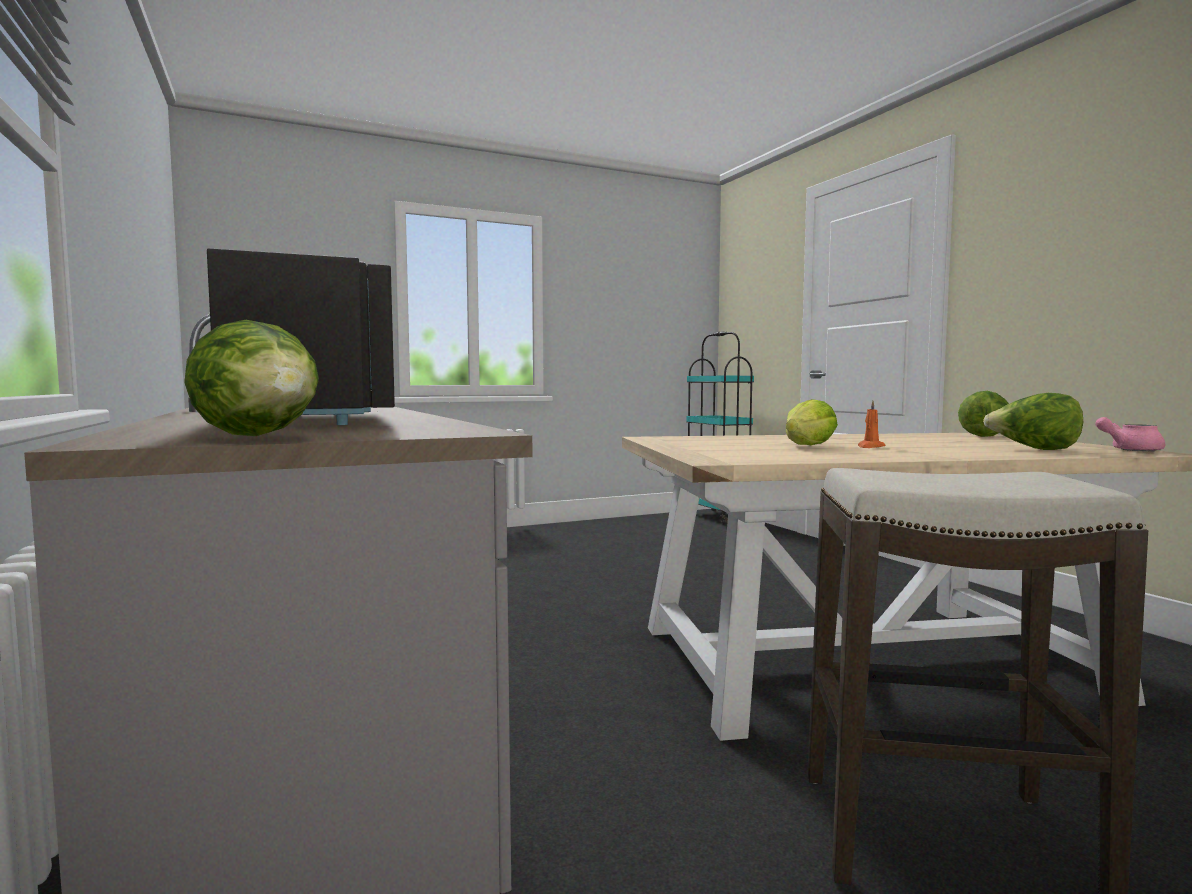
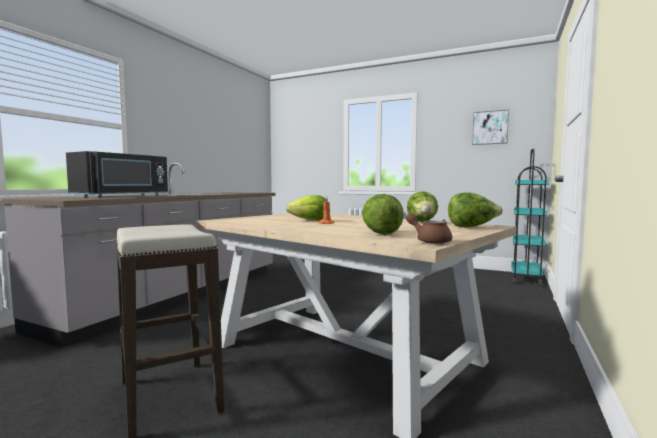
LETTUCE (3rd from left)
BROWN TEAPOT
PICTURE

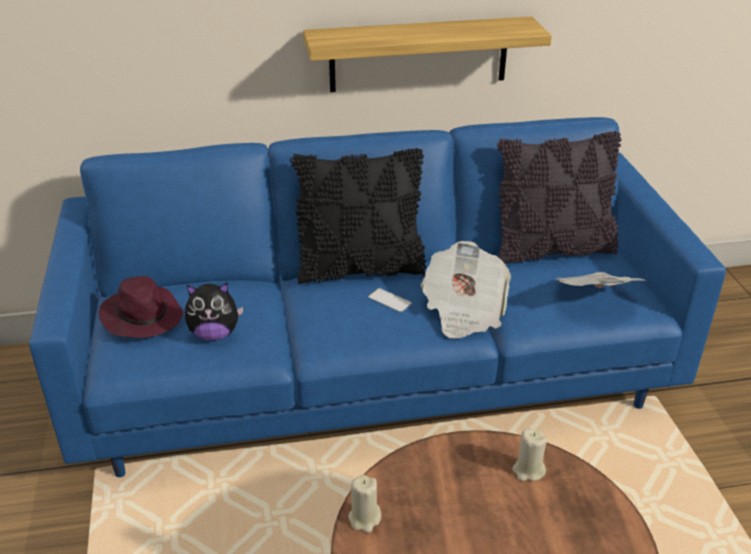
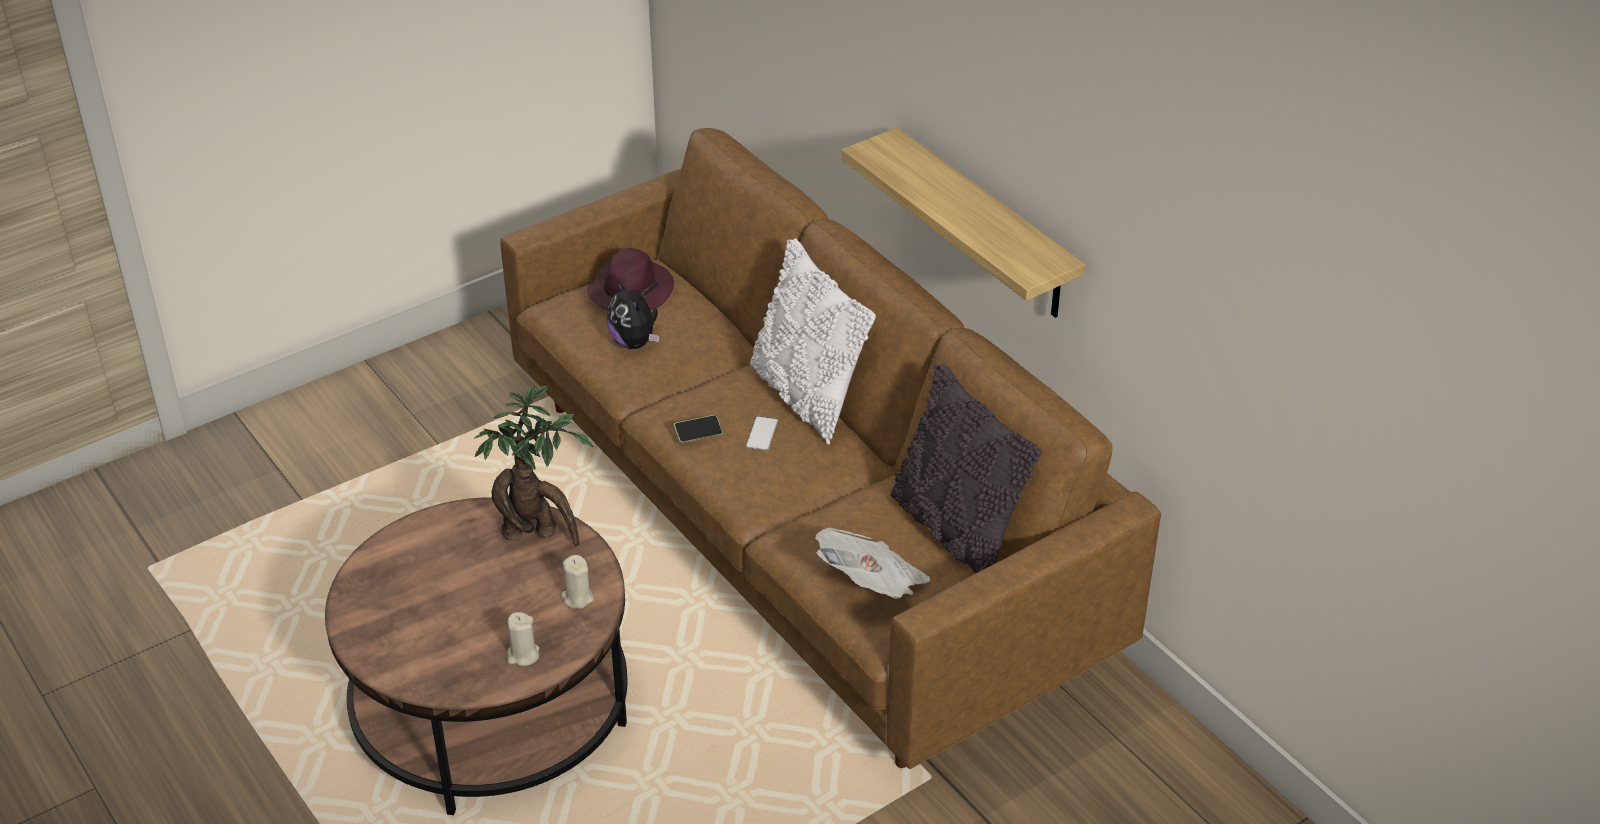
BROWN SOFA
WHITE PILLOW
BEIGE CANDLE (1st from left)
NEWSPAPER (1st from left in the first image)
POTTED PLANT
PHONE (1st from left)

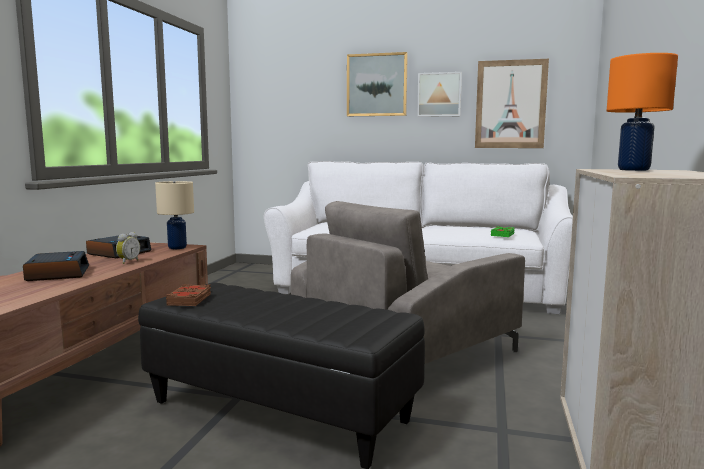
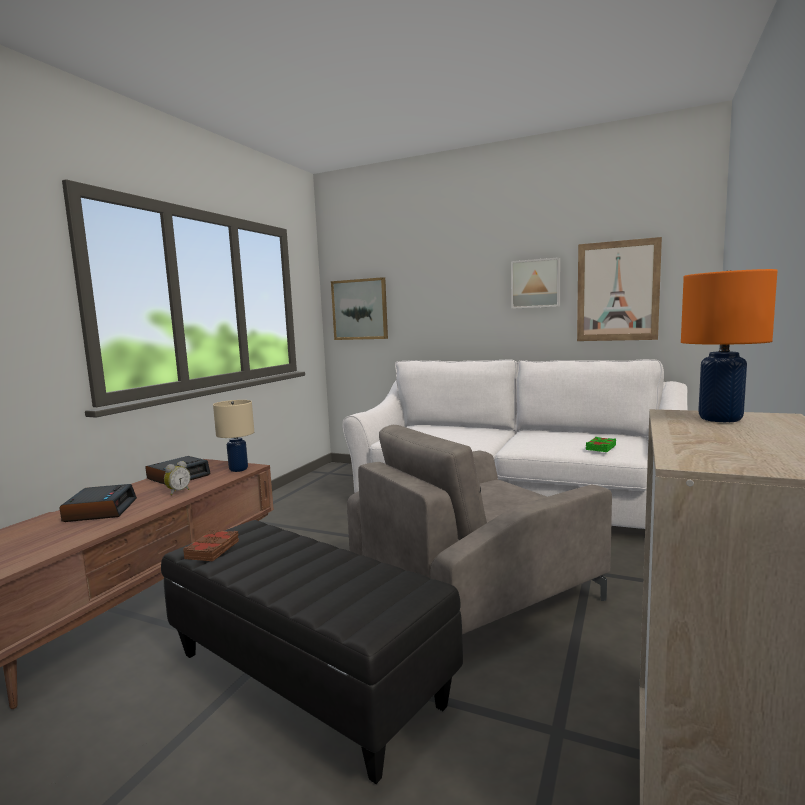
PICTURE (1st from left)

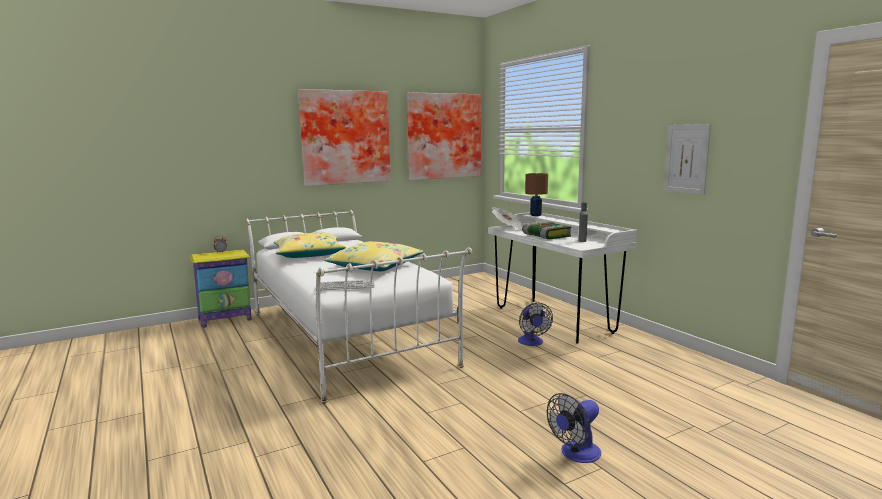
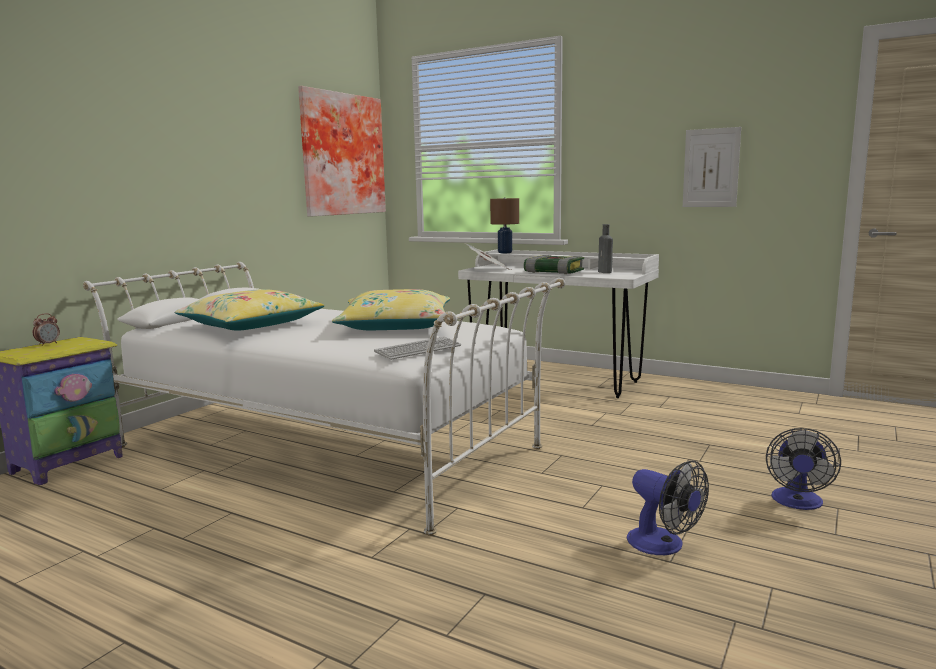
PICTURE (1st from left in the first image)
FAN (1st from left)

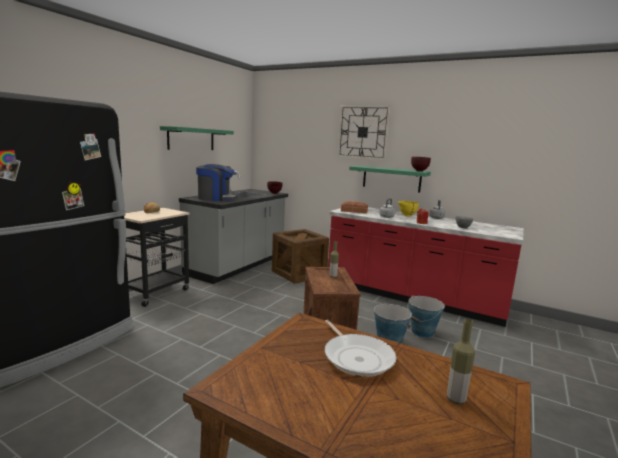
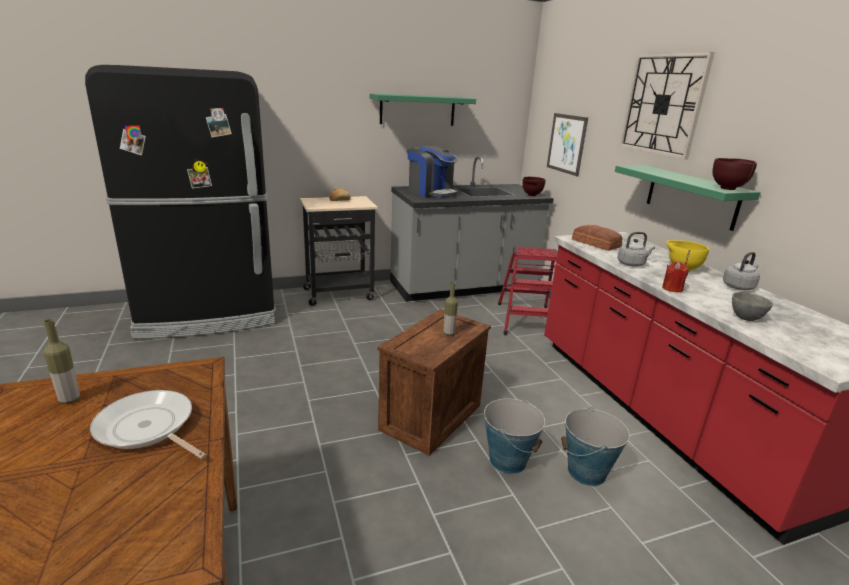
RED STEP LADDER
FRYING PAN
BOTTLE (1st from left)
PICTURE

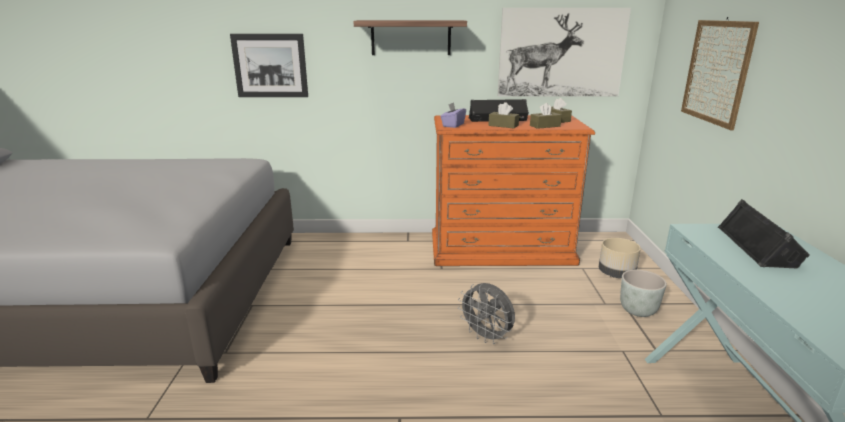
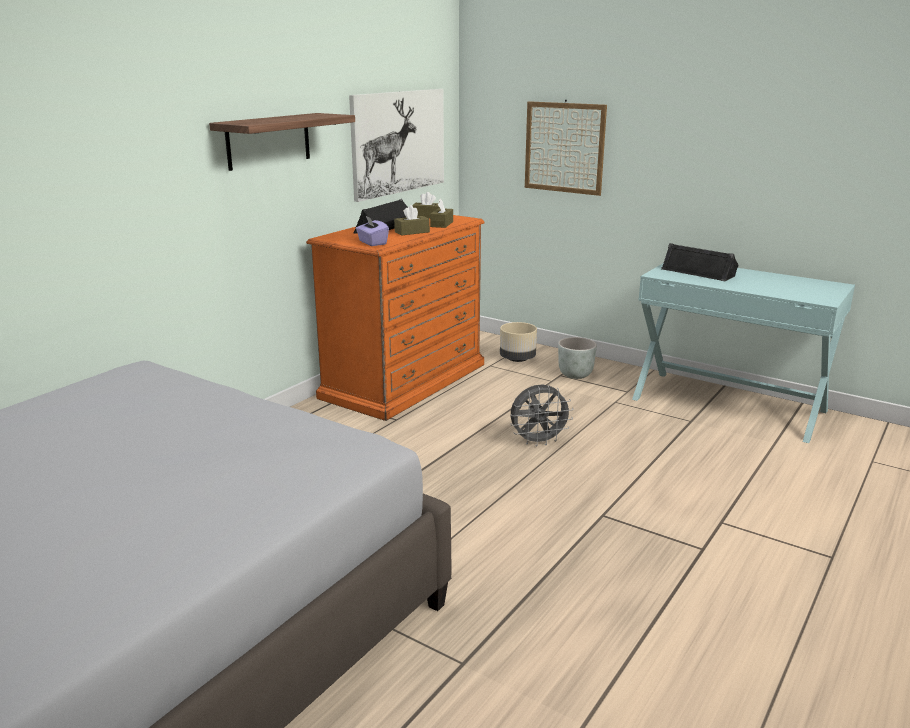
PICTURE (1st from left in the first image)

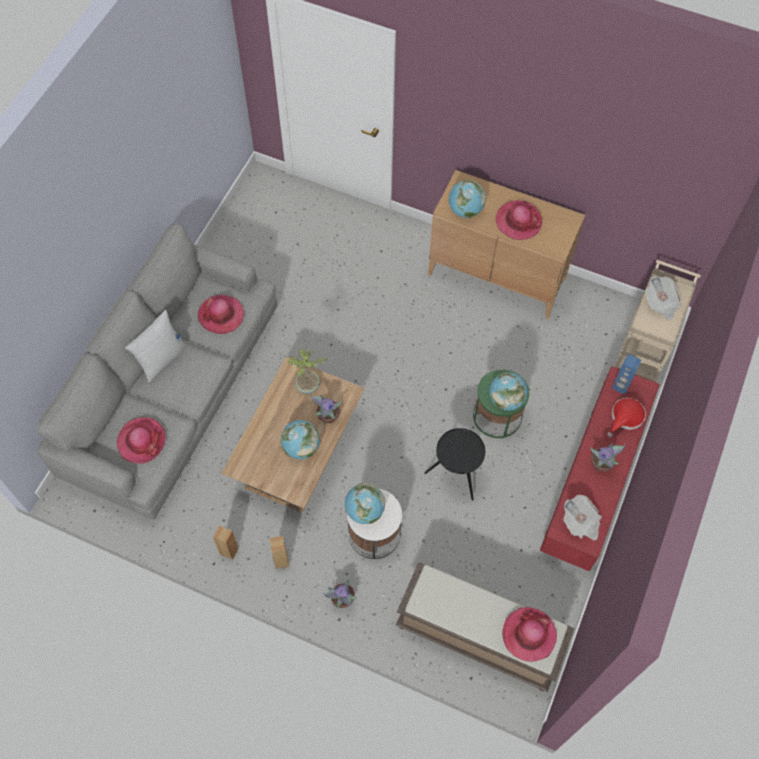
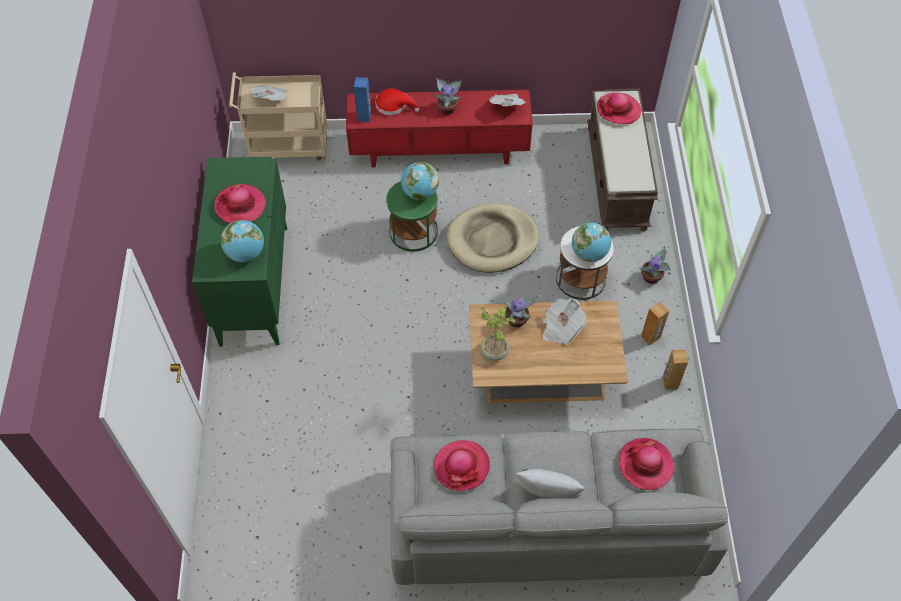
NEWSPAPER (3rd from left)
BEIGE DOG BED
GREEN CABINET

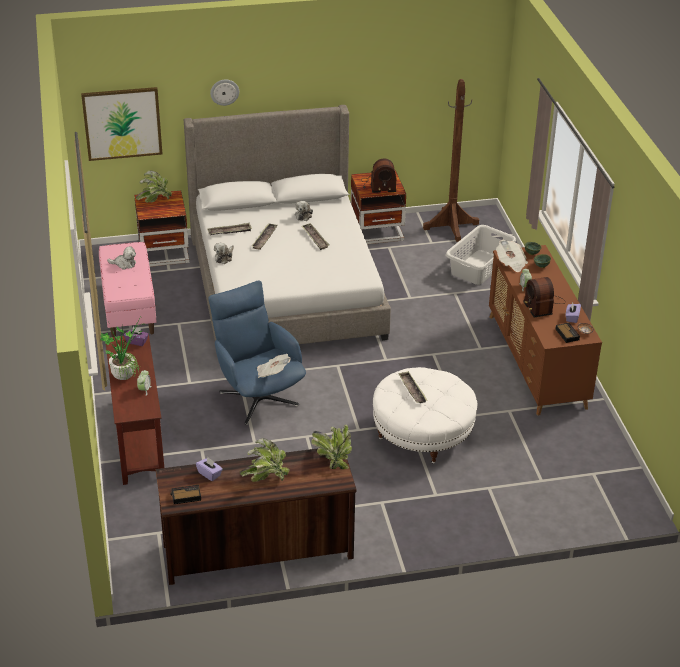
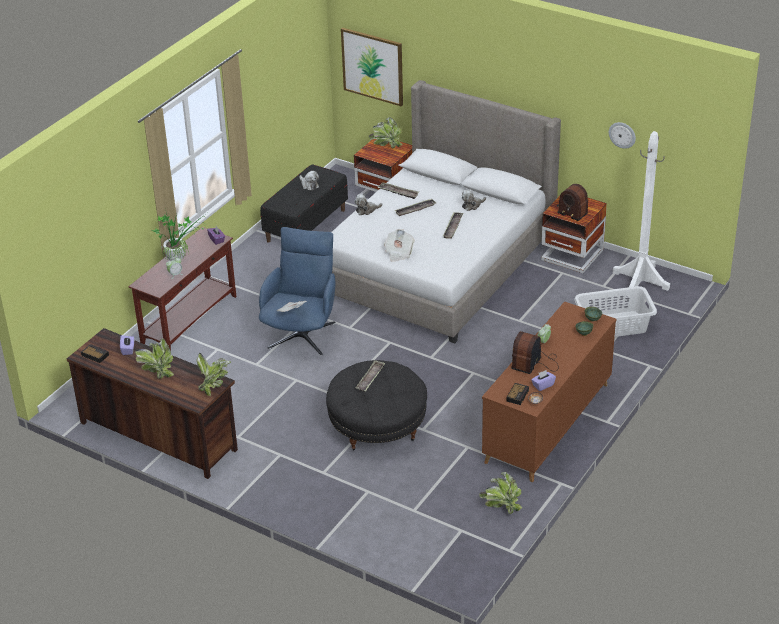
BLACK BENCH
WALL CLOCK
BLACK OTTOMAN
WHITE CLOTHES RACK
NEWSPAPER (2nd from left)
POTTED PLANT (5th from left)

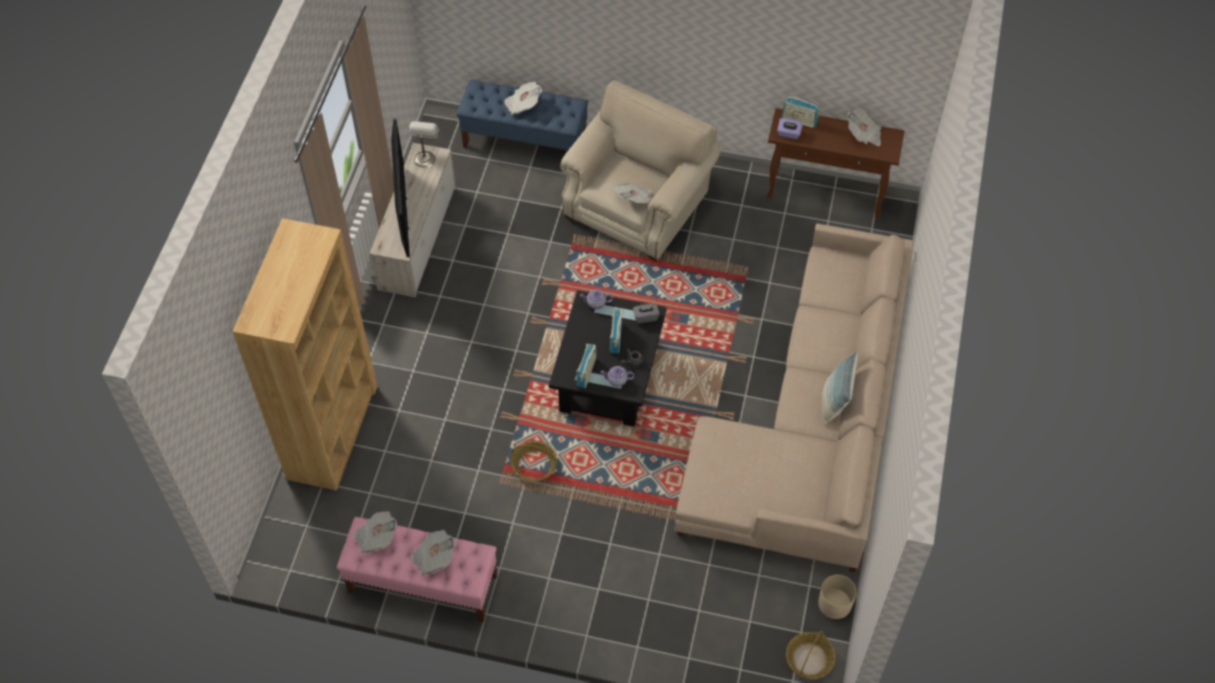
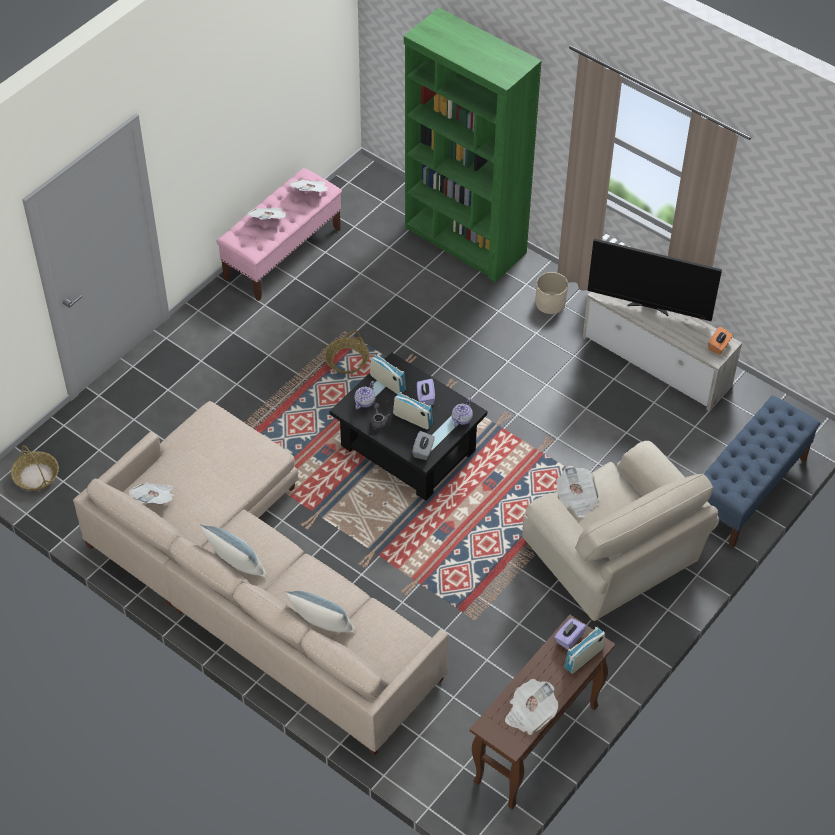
GREEN BOOKCASE
ORANGE TISSUE BOX
NEWSPAPER (1st from left)
BEIGE PLANTER
PILLOW (2nd from left)
PURPLE TISSUE BOX (1st from left)

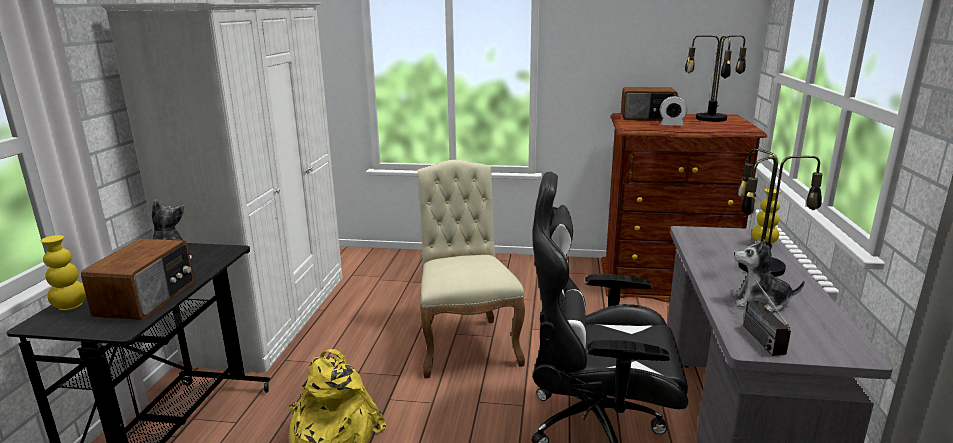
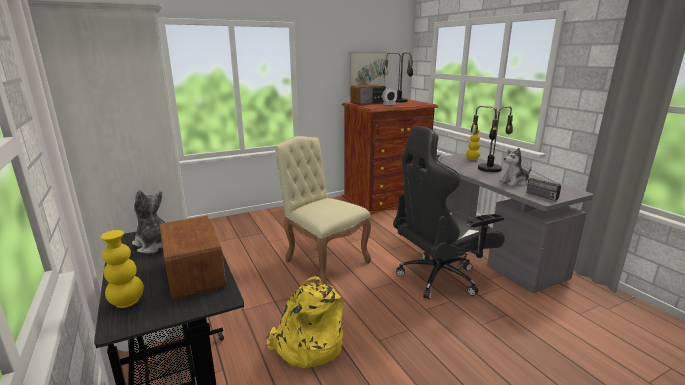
PICTURE

